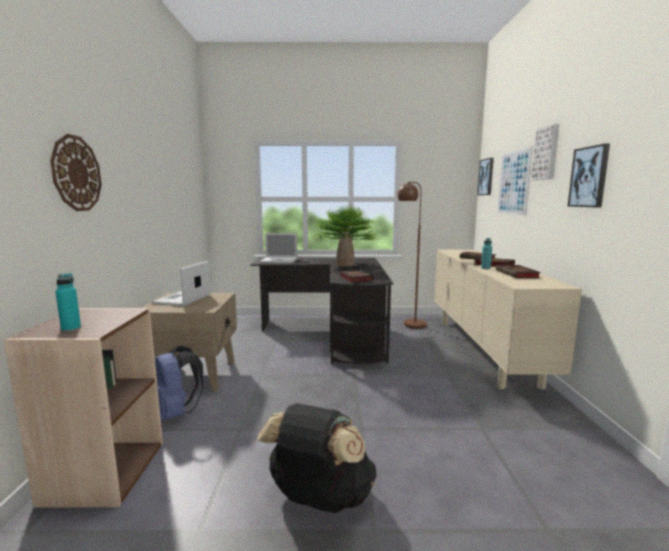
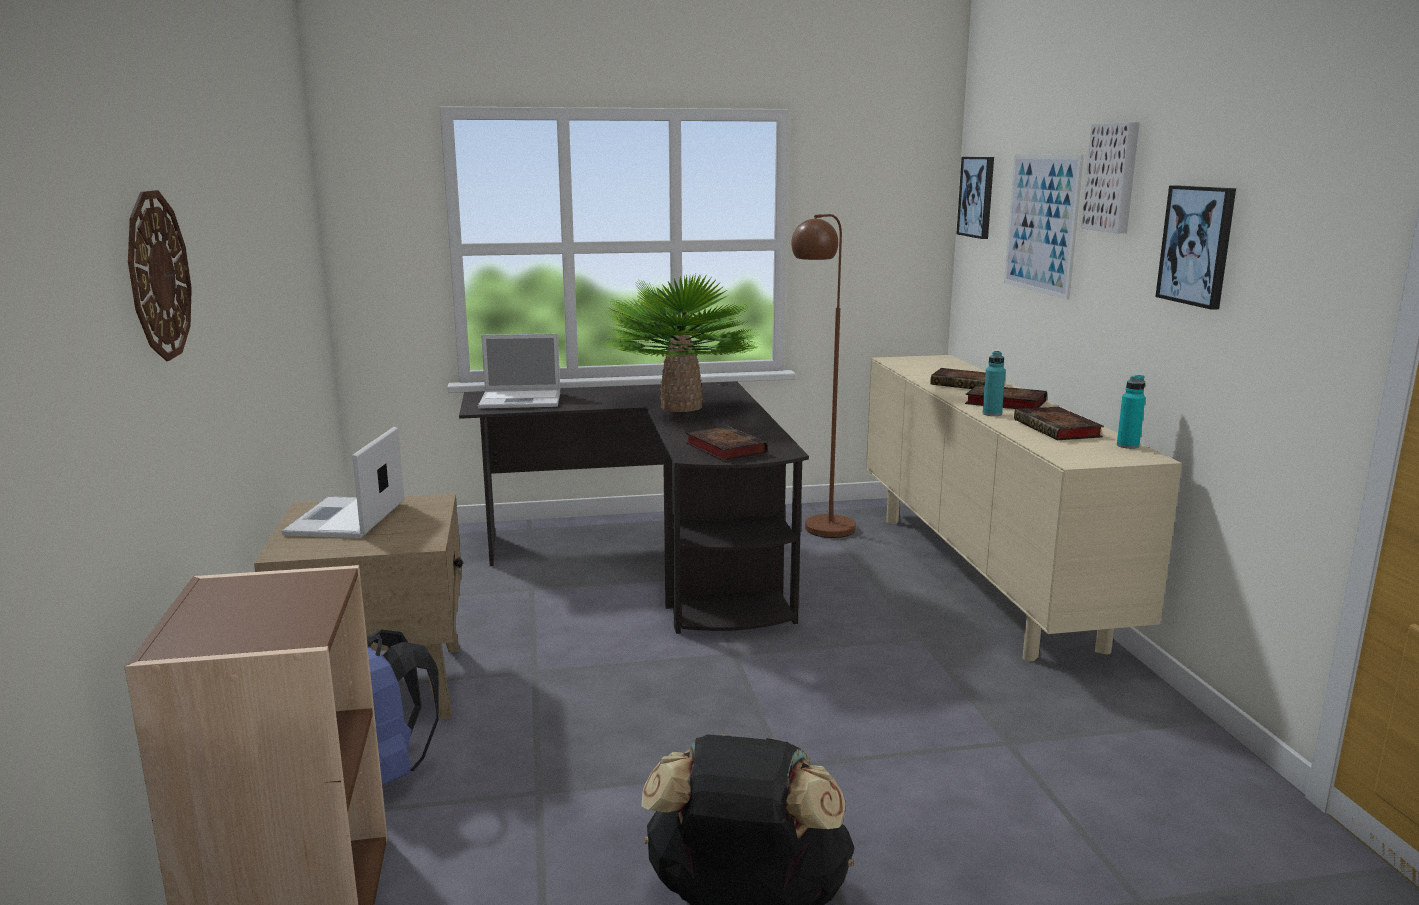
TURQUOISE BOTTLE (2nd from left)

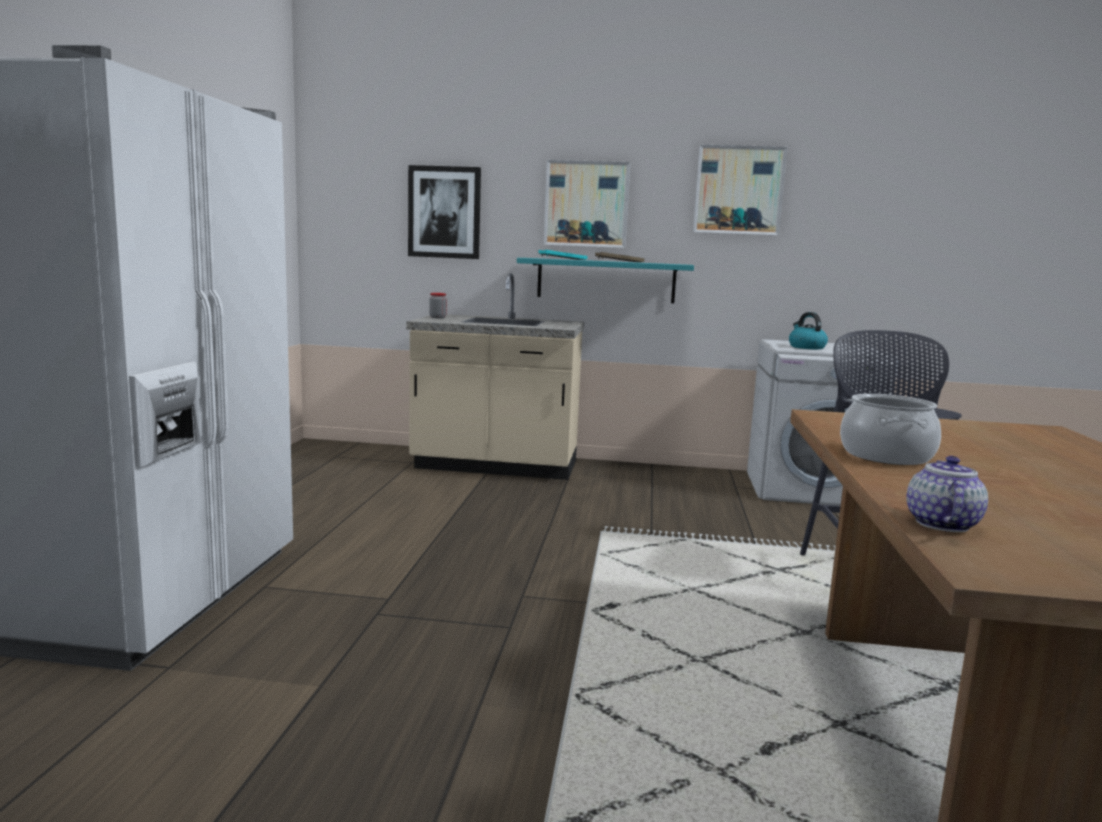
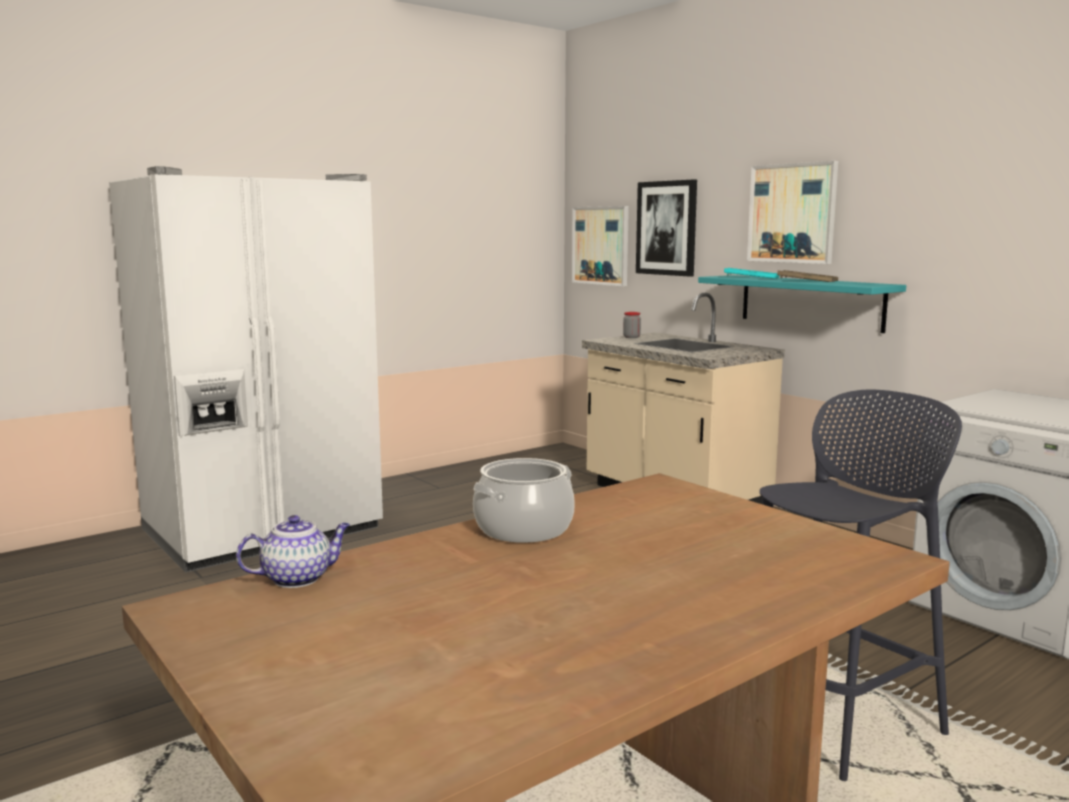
PICTURE (1st from left)
KETTLE

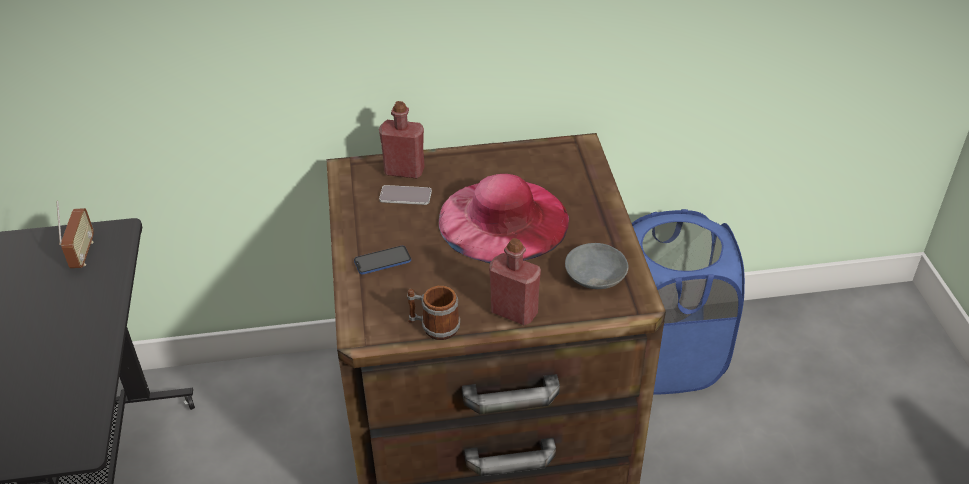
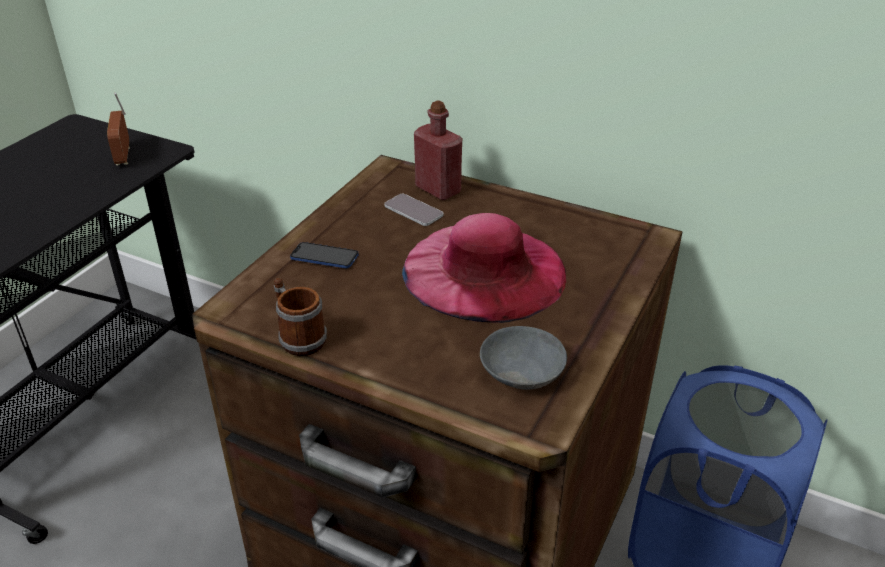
RADIO
RED BOTTLE (2nd from left in the first image)

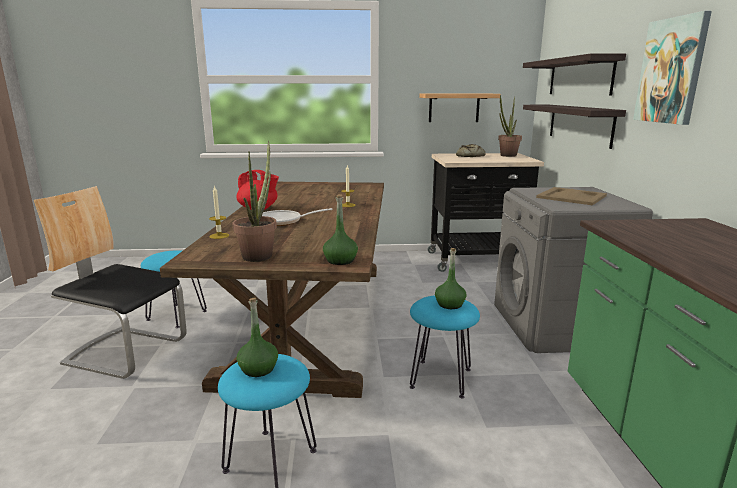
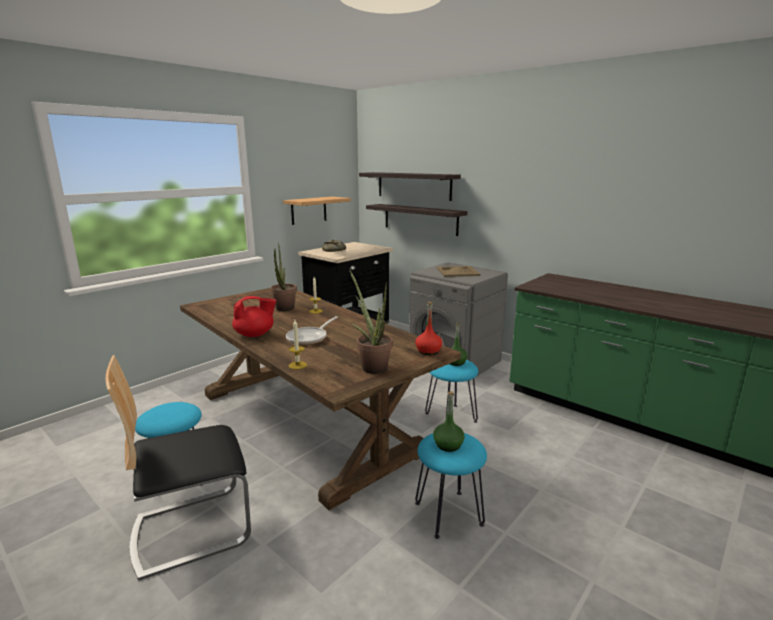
RED BOTTLE
POTTED PLANT (1st from left)
PICTURE

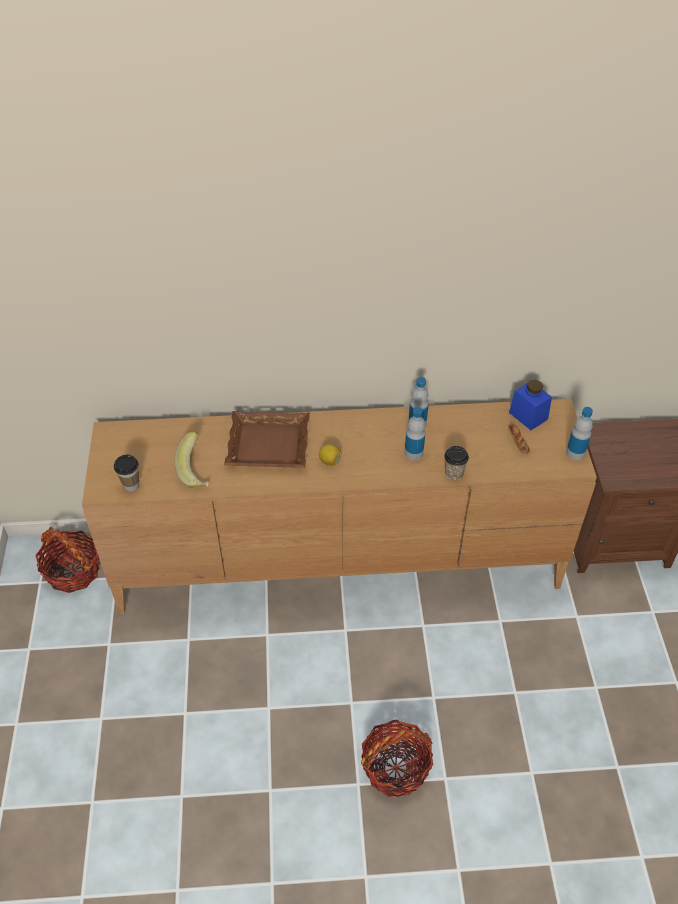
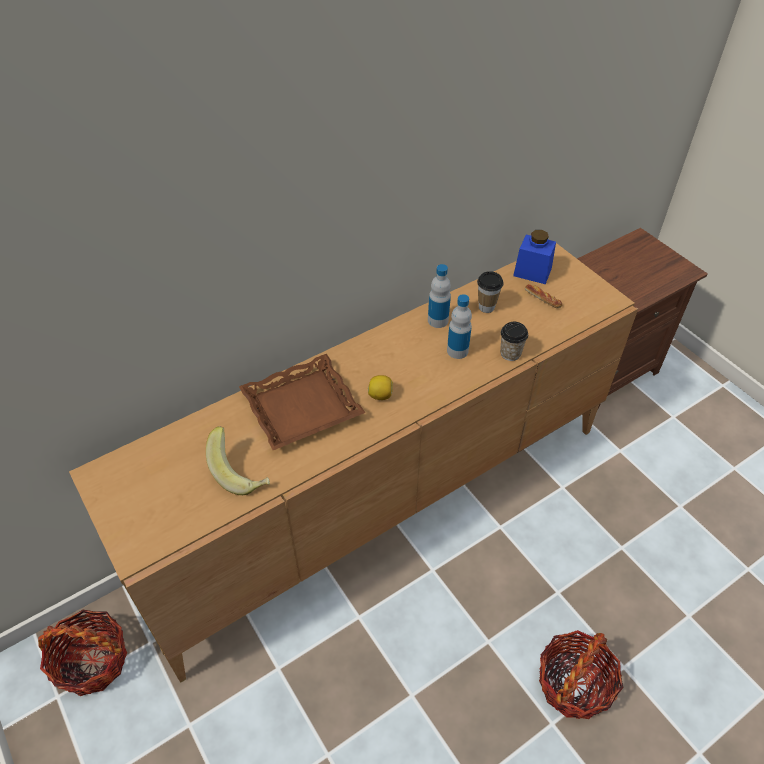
CUP (1st from left)
BOTTLE (3rd from left in the first image)

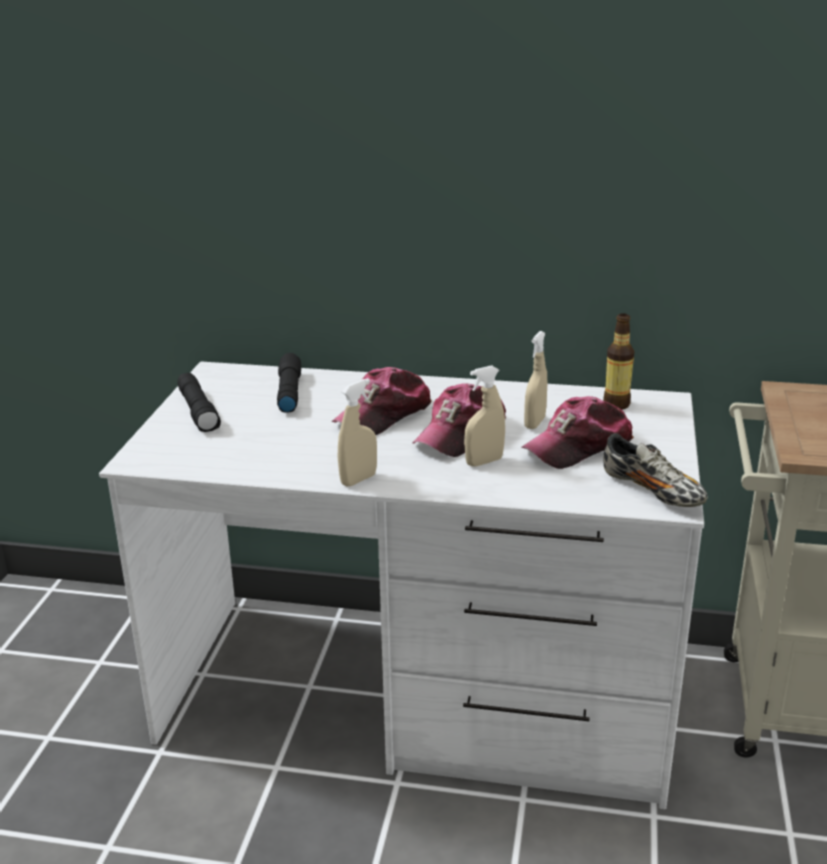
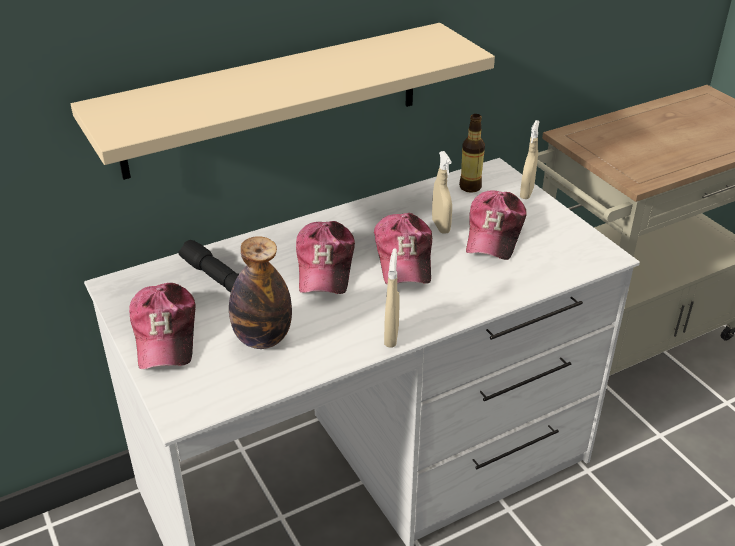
CAP (1st from left)
BEIGE SPRAY BOTTLE (3rd from left)
SHOE
BEIGE SHELF
BOTTLE (1st from left)

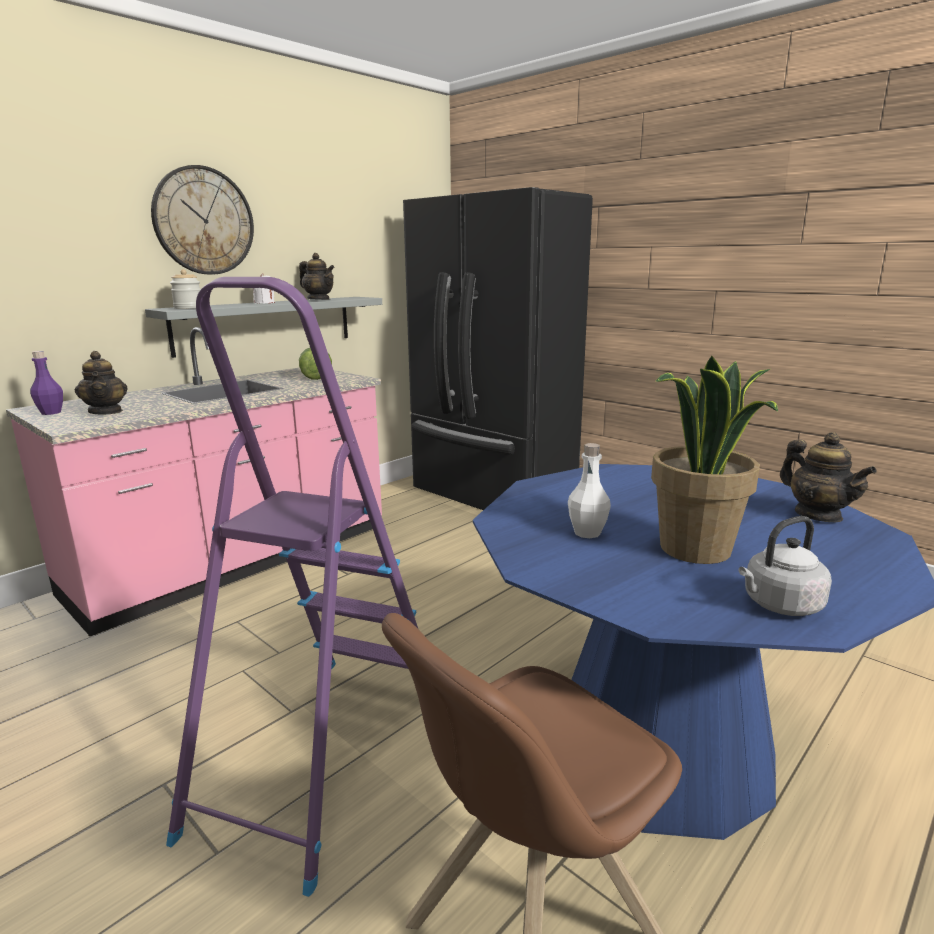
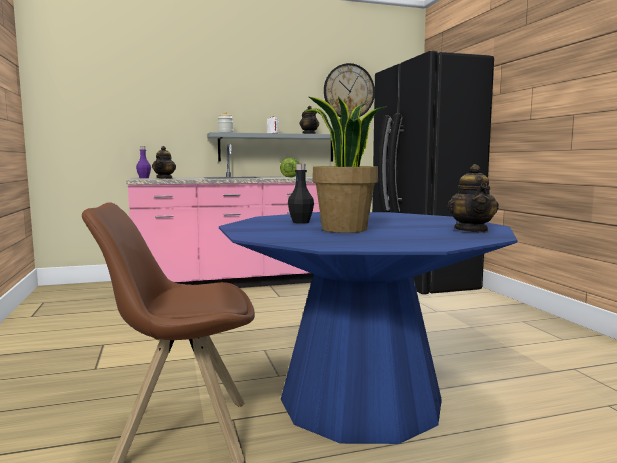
WALL CLOCK
PURPLE STEP LADDER
BLACK BOTTLE
GREY KETTLE

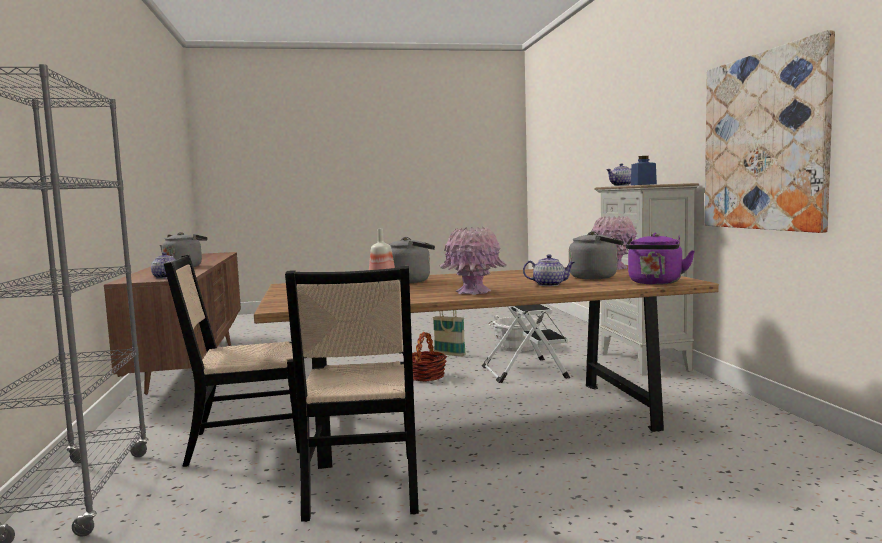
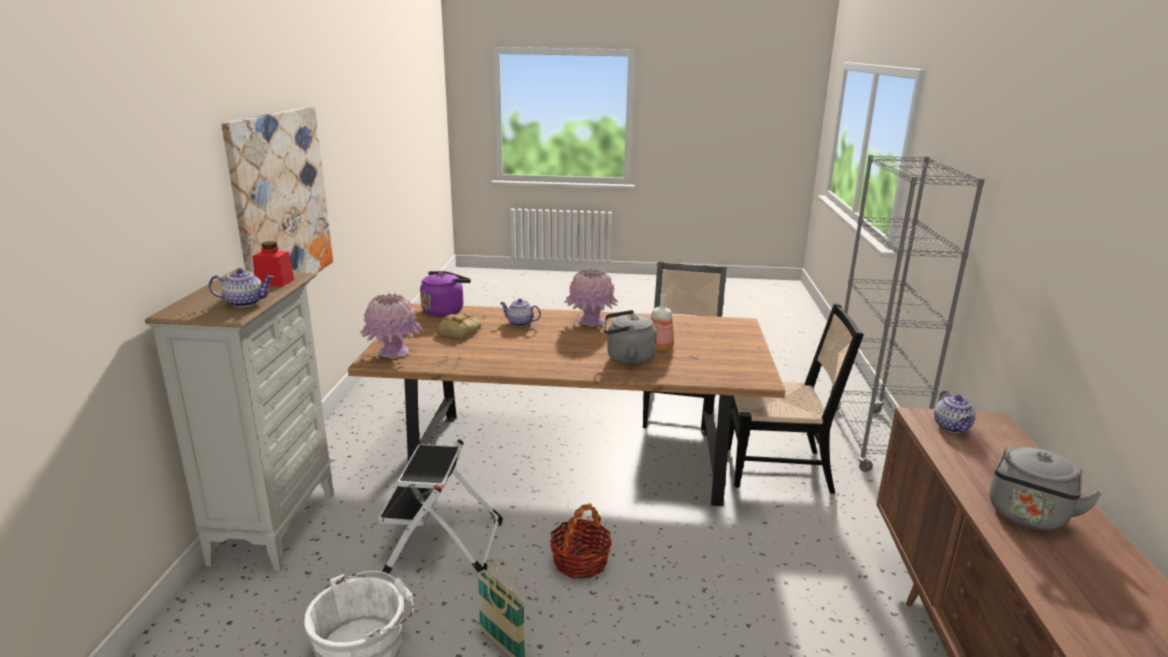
BREAD
RED JAR

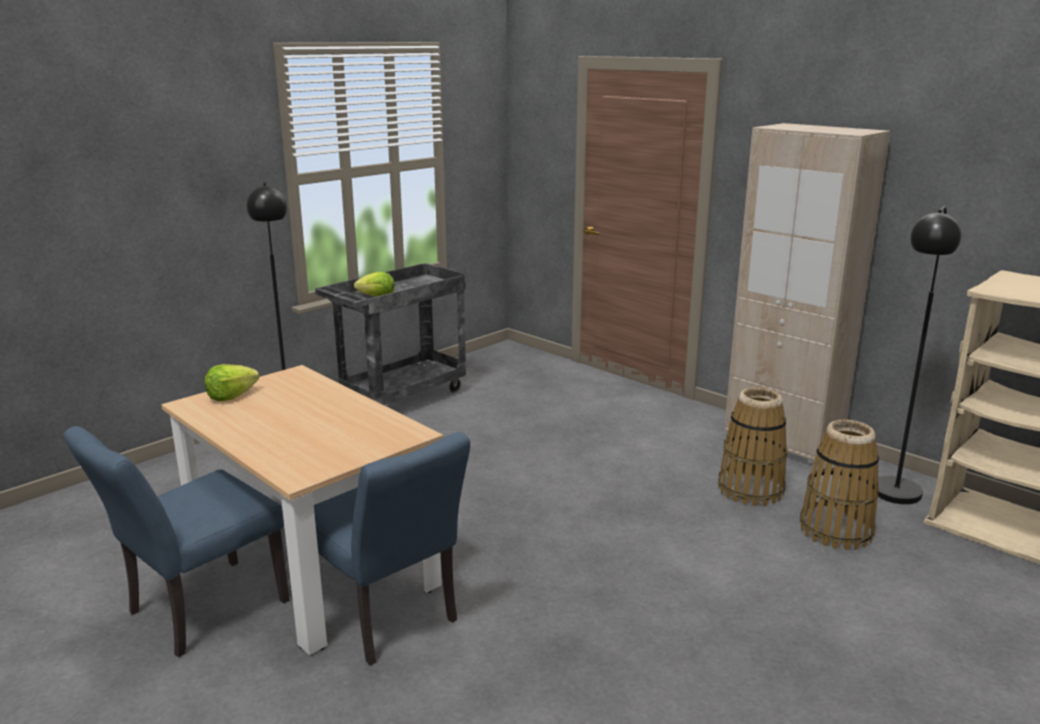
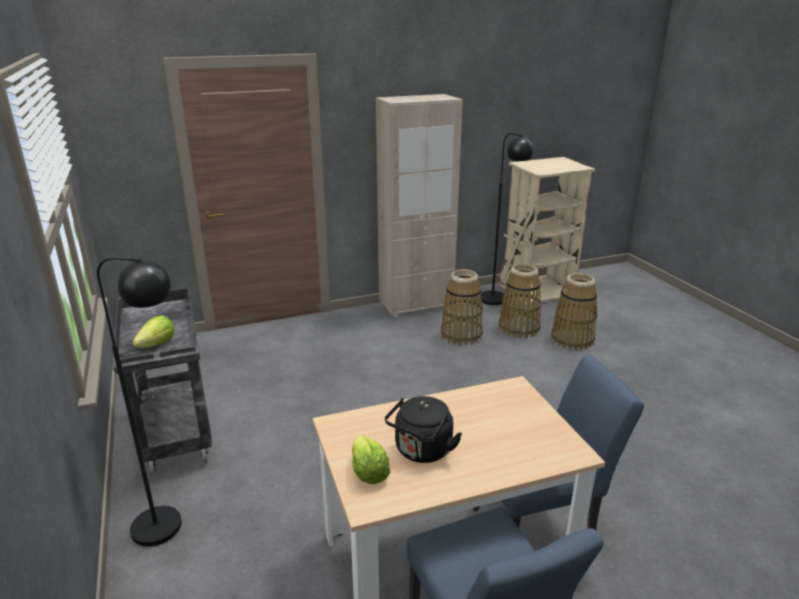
BLACK KETTLE
BASKET (3rd from left)

